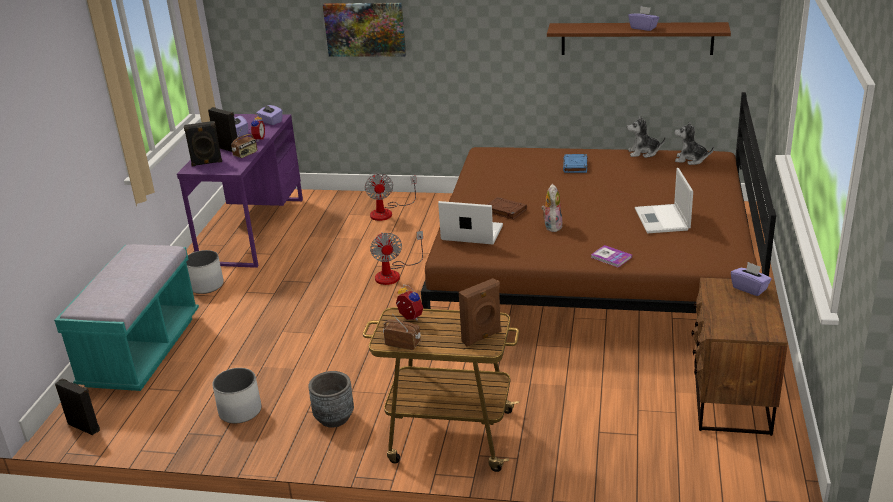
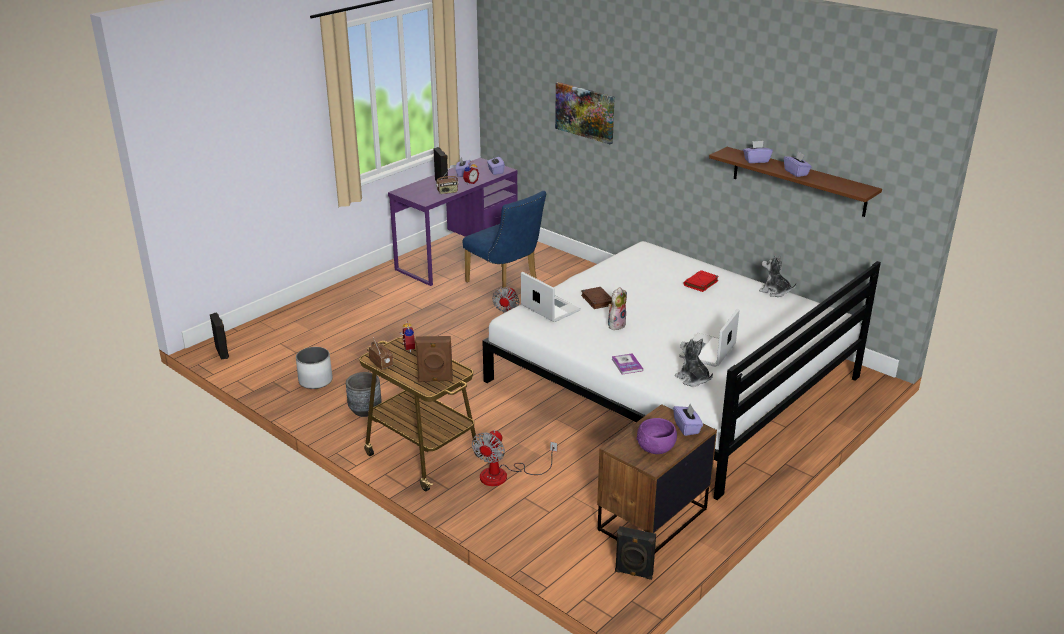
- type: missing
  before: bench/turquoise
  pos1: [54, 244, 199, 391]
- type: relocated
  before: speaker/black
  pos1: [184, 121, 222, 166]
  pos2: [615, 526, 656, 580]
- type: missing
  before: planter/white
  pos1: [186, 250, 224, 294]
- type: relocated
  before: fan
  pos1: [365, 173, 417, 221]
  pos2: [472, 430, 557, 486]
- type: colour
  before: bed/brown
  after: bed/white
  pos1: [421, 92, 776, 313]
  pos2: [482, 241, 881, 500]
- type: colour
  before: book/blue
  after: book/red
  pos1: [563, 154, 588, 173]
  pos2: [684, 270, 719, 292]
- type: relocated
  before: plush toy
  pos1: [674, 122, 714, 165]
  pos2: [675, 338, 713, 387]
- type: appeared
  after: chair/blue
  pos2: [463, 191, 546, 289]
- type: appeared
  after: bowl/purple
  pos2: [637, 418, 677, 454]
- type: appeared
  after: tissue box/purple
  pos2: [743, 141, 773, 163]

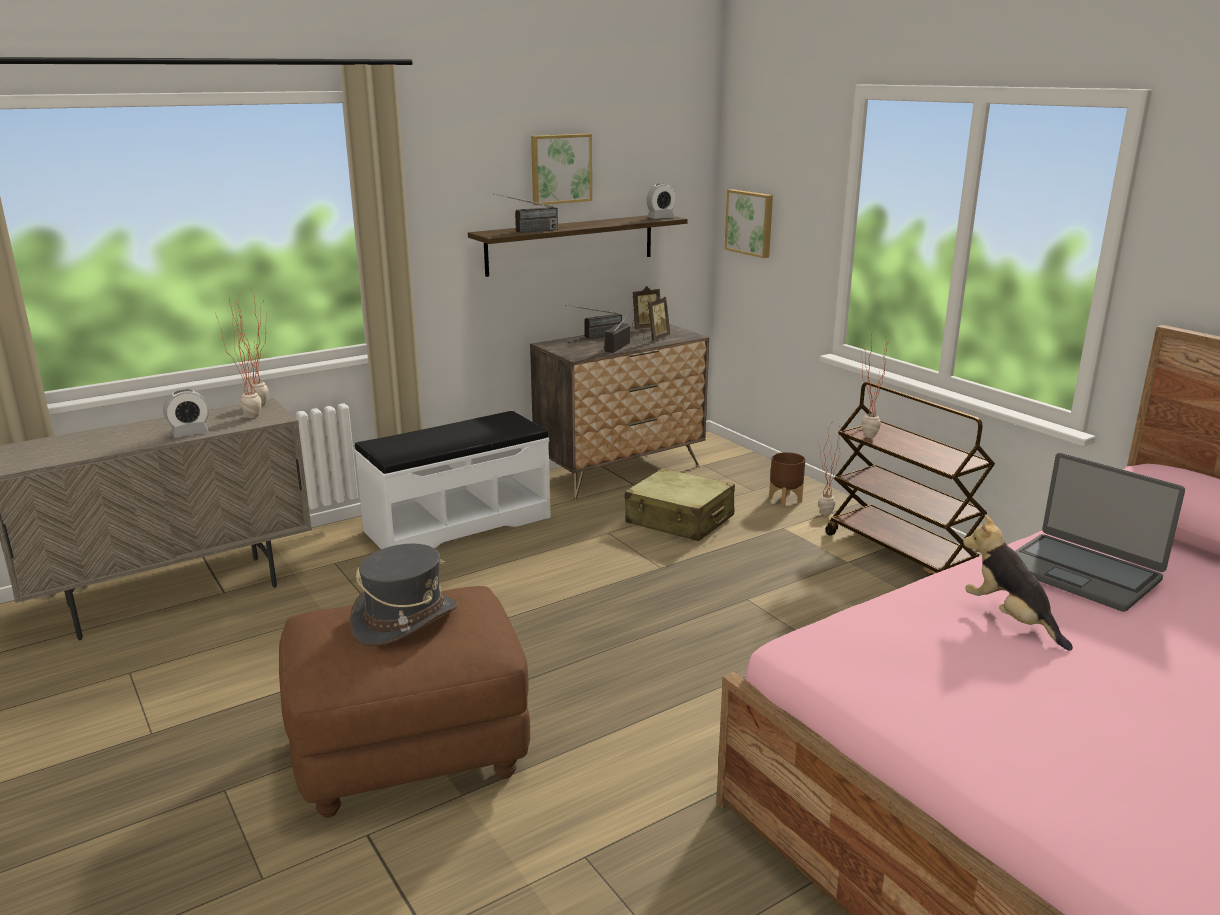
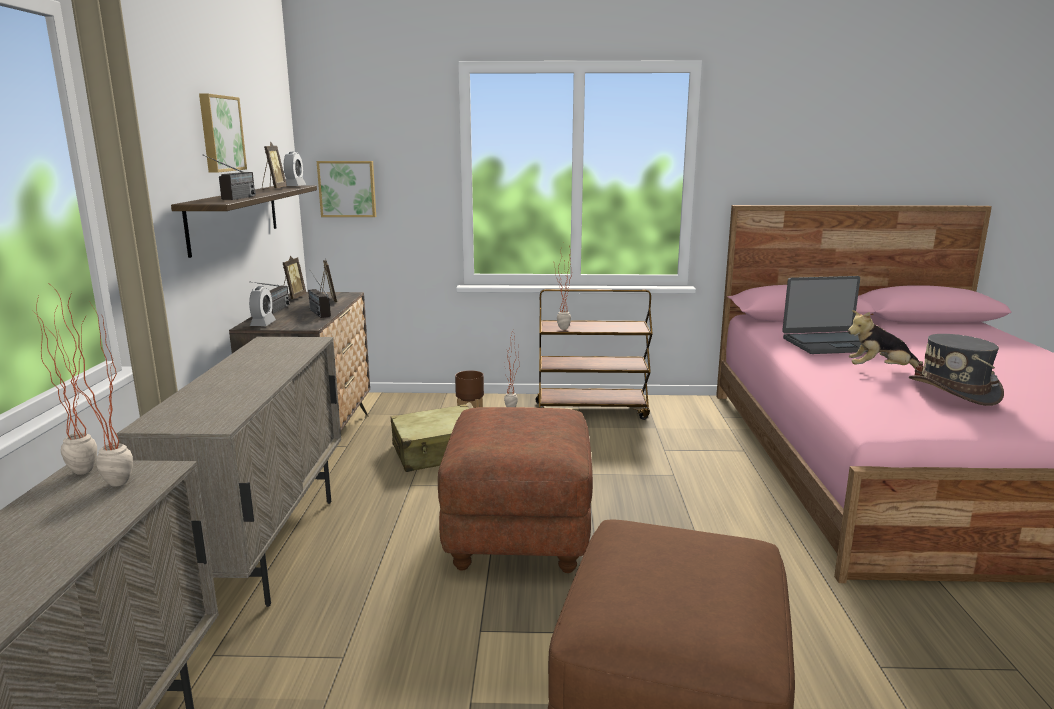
- type: relocated
  before: alarm clock
  pos1: [163, 389, 209, 438]
  pos2: [249, 286, 276, 326]
- type: relocated
  before: hat/grey
  pos1: [349, 544, 458, 647]
  pos2: [909, 334, 1004, 406]
- type: exchanged
  before: bench/white
  after: cabinet/beige
  pos1: [354, 411, 551, 549]
  pos2: [117, 337, 341, 607]
- type: appeared
  after: picture frame
  pos2: [262, 141, 287, 190]
- type: appeared
  after: ottoman/brown
  pos2: [438, 407, 593, 573]

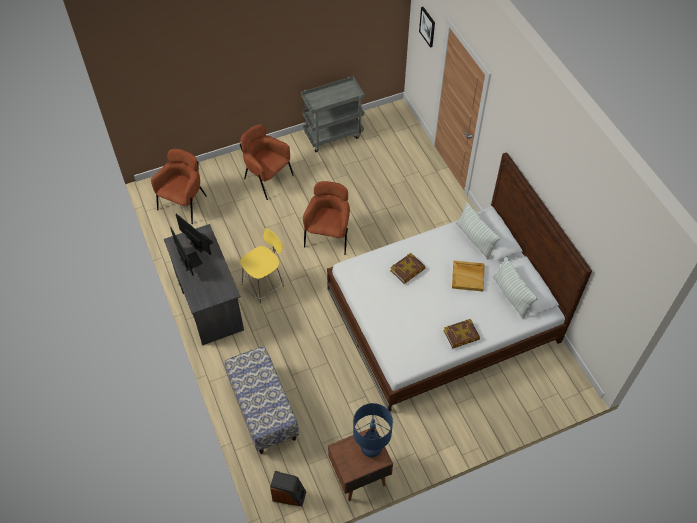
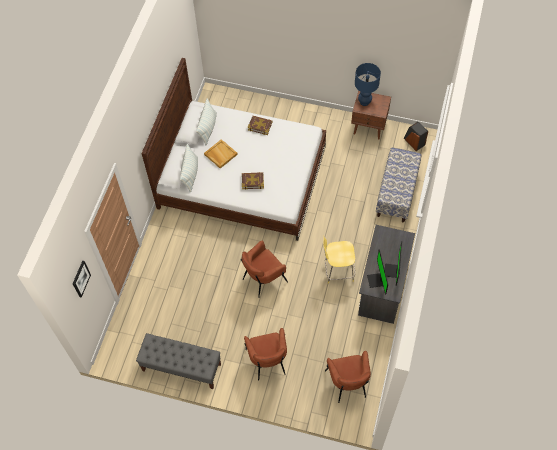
- type: spun
  before: armchair/brown
  pos1: [151, 149, 207, 224]
  pos2: [325, 351, 371, 403]
  turn: -75
- type: exchanged
  before: cart/grey
  after: bench/grey
  pos1: [301, 76, 365, 152]
  pos2: [136, 333, 221, 389]

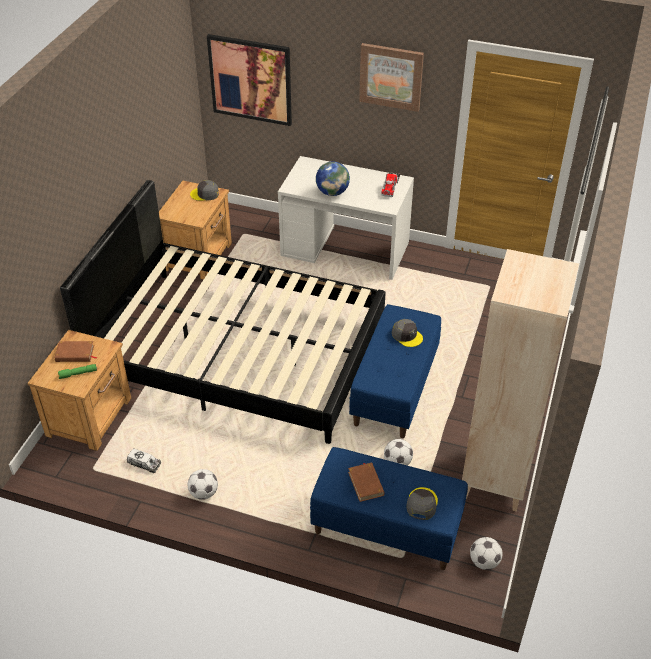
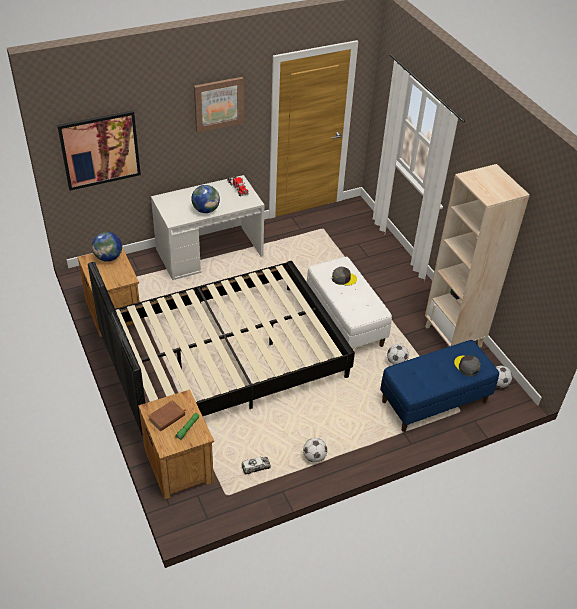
- type: exchanged
  before: cap/grey
  after: globe
  pos1: [190, 180, 219, 201]
  pos2: [92, 232, 122, 262]
- type: missing
  before: book/brown
  pos1: [348, 462, 385, 502]
- type: colour
  before: bench/blue
  after: bench/white
  pos1: [349, 304, 441, 438]
  pos2: [307, 256, 392, 349]

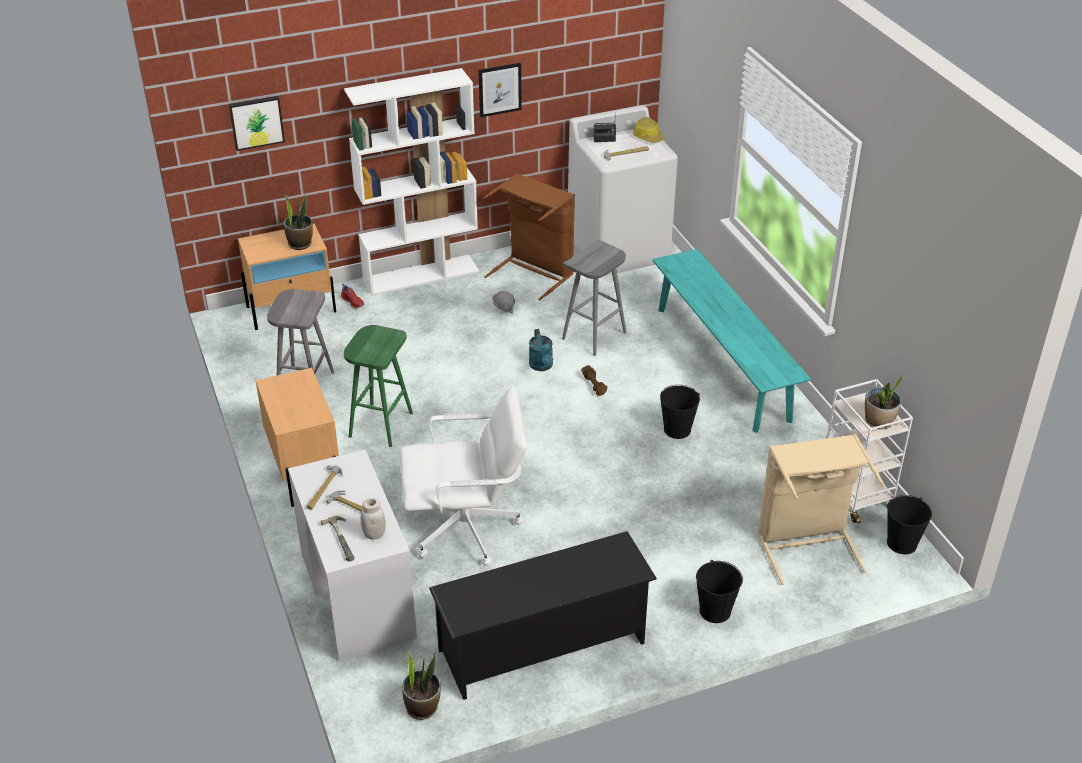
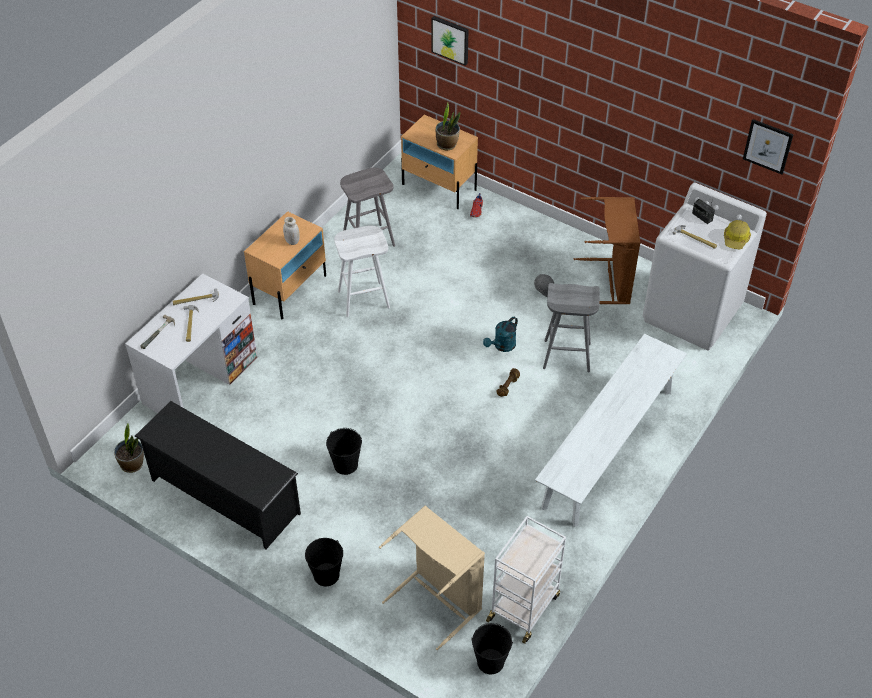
- type: missing
  before: bookcase/white
  pos1: [344, 68, 479, 296]
- type: colour
  before: stool/green
  after: stool/white
  pos1: [344, 325, 413, 447]
  pos2: [334, 226, 390, 317]
- type: relocated
  before: jar/white
  pos1: [361, 498, 386, 540]
  pos2: [283, 217, 300, 245]
- type: missing
  before: office chair/white
  pos1: [399, 386, 527, 566]
- type: relocated
  before: picture
  pos1: [478, 63, 522, 117]
  pos2: [743, 119, 794, 174]
- type: colour
  before: bench/turquoise
  after: bench/white
  pos1: [652, 249, 811, 433]
  pos2: [535, 334, 687, 527]
- type: relocated
  before: bucket/black
  pos1: [660, 385, 700, 439]
  pos2: [326, 428, 362, 475]
- type: missing
  before: potted plant
  pos1: [865, 375, 906, 429]

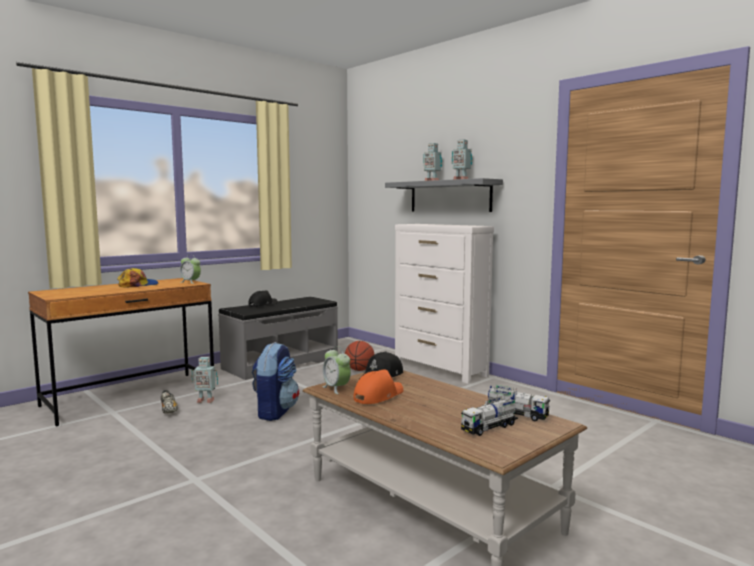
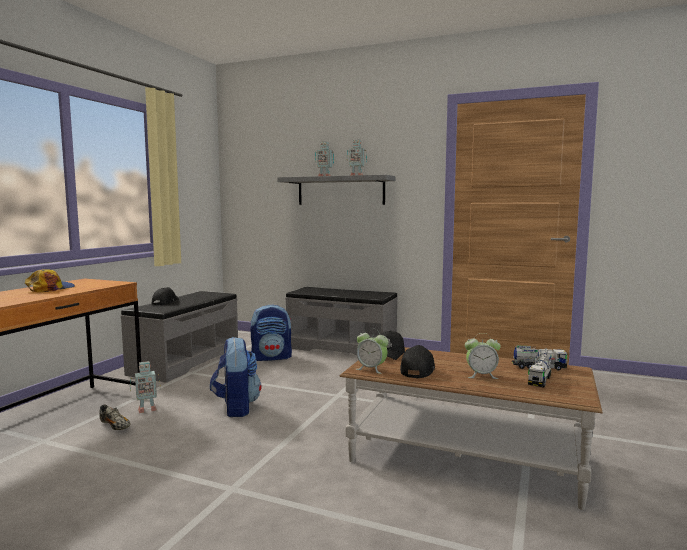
- type: relocated
  before: alarm clock
  pos1: [180, 254, 201, 284]
  pos2: [465, 333, 501, 379]
- type: exchanged
  before: basketball
  after: backpack
  pos1: [345, 341, 374, 371]
  pos2: [251, 304, 292, 361]
- type: colour
  before: cap/orange
  after: cap/black
  pos1: [353, 370, 403, 404]
  pos2: [400, 345, 435, 378]
- type: exchanged
  before: dresser/white
  after: bench/grey
  pos1: [395, 224, 494, 384]
  pos2: [285, 287, 398, 356]

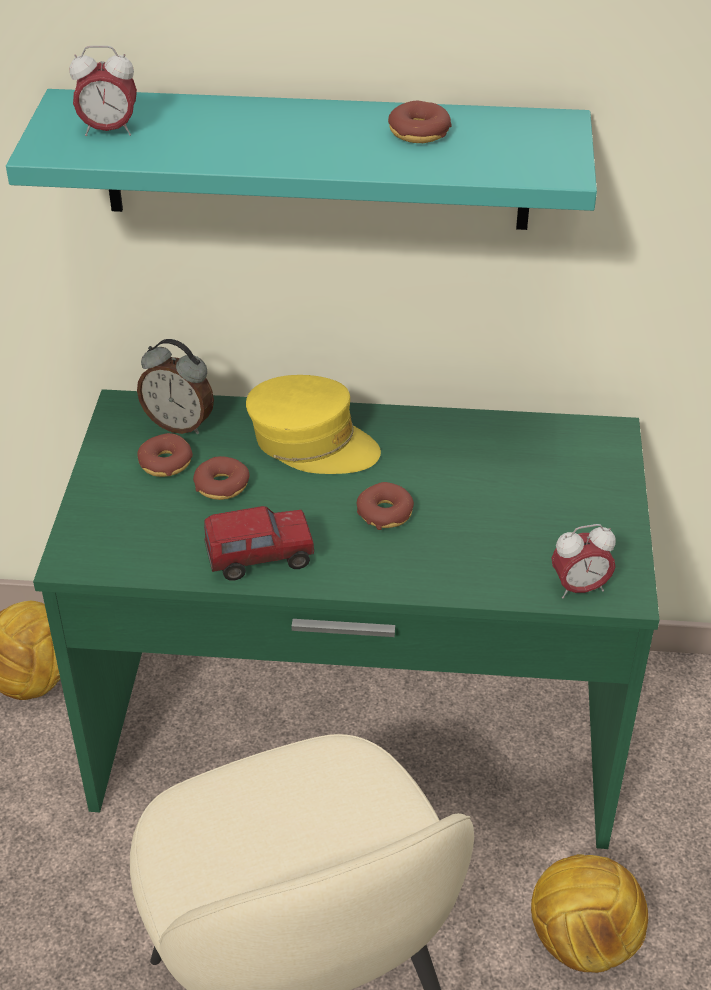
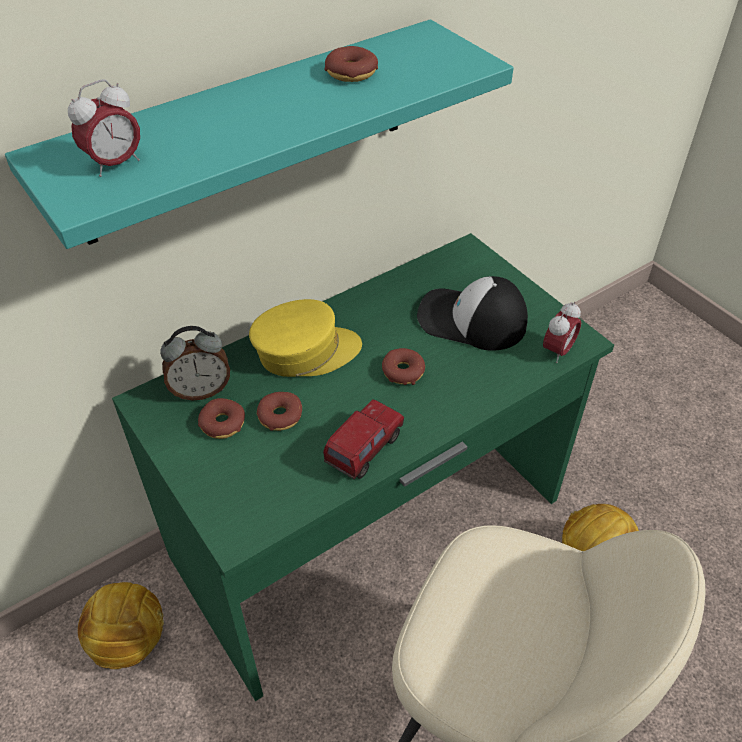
- type: appeared
  after: cap
  pos2: [417, 276, 528, 351]

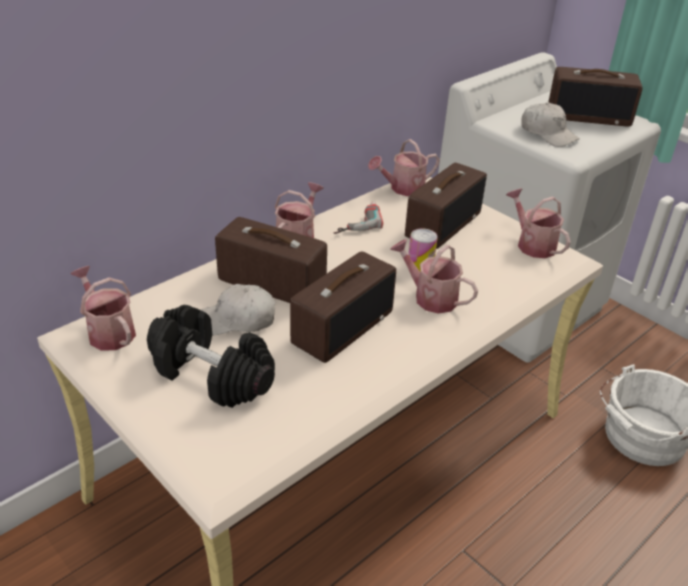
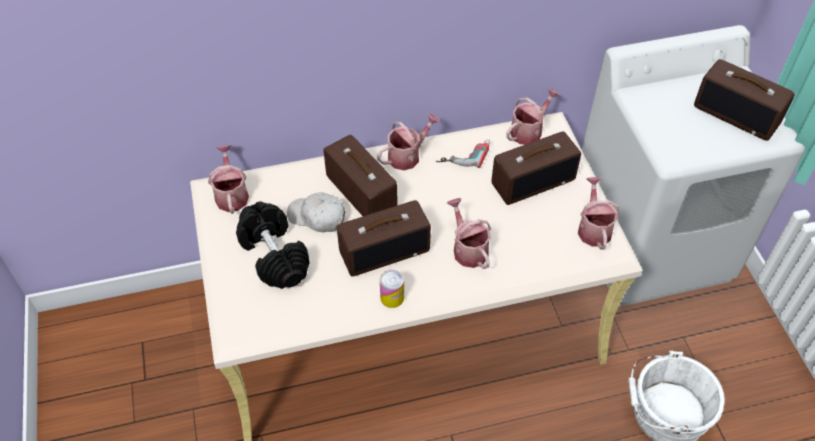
- type: spun
  before: watering can
  pos1: [368, 139, 440, 196]
  pos2: [506, 88, 560, 145]
  turn: 135
- type: relocated
  before: can
  pos1: [408, 228, 438, 271]
  pos2: [380, 270, 404, 308]
- type: missing
  before: cap/white
  pos1: [521, 103, 580, 147]

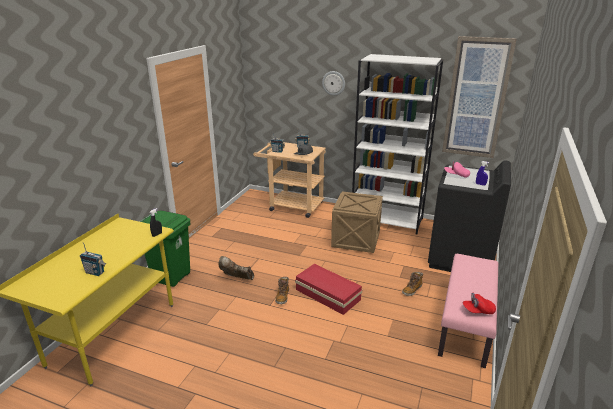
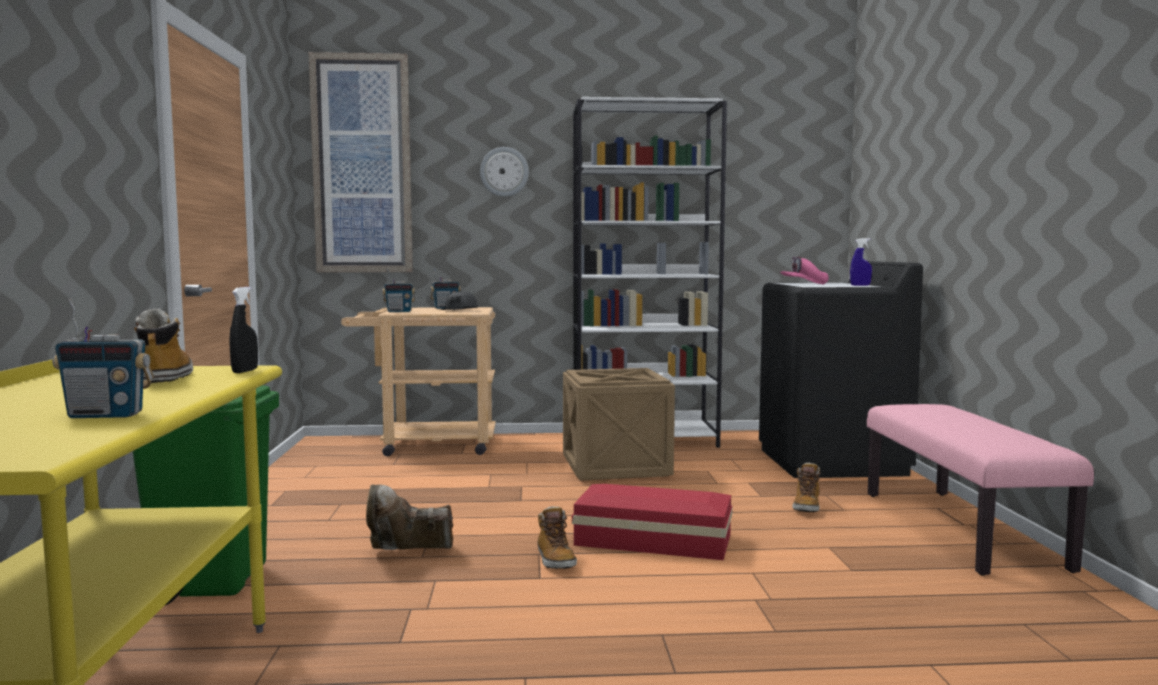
- type: relocated
  before: picture
  pos1: [442, 36, 517, 158]
  pos2: [309, 52, 413, 272]
- type: missing
  before: cap/red
  pos1: [463, 293, 496, 314]
- type: appeared
  after: boot
  pos2: [134, 308, 193, 383]

